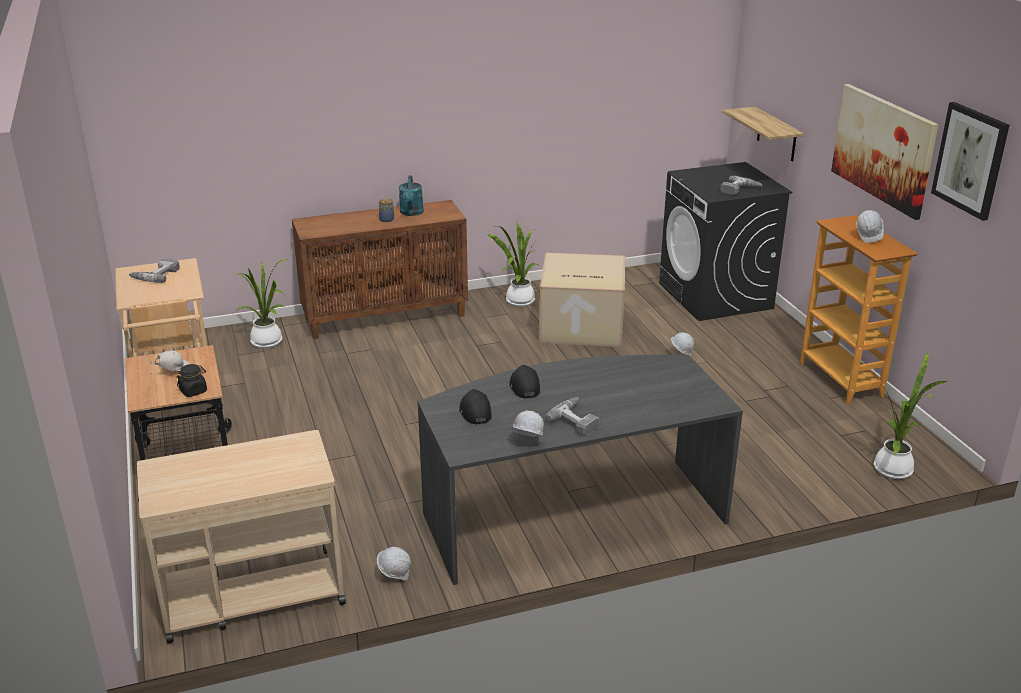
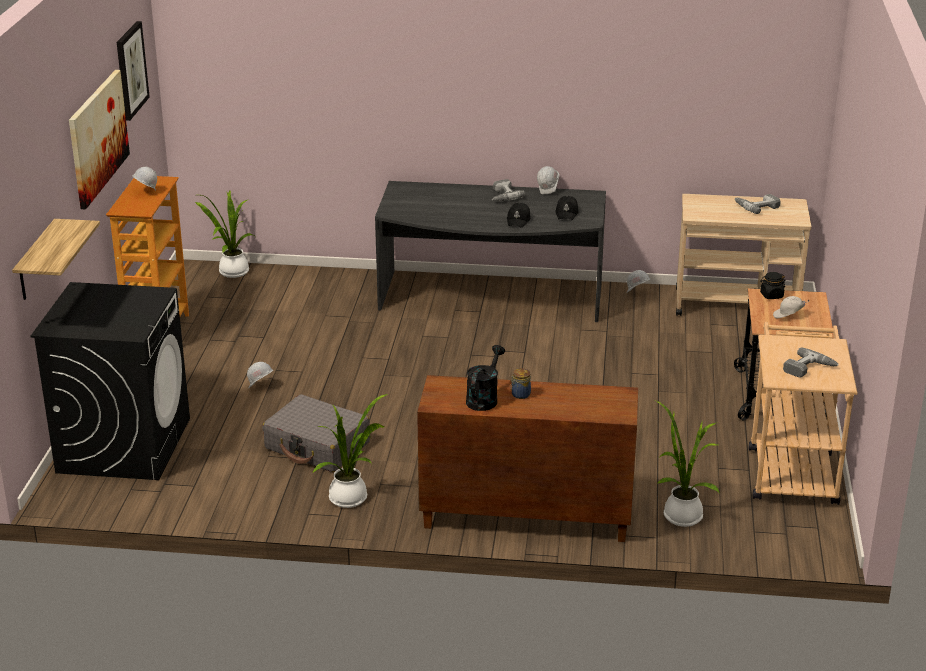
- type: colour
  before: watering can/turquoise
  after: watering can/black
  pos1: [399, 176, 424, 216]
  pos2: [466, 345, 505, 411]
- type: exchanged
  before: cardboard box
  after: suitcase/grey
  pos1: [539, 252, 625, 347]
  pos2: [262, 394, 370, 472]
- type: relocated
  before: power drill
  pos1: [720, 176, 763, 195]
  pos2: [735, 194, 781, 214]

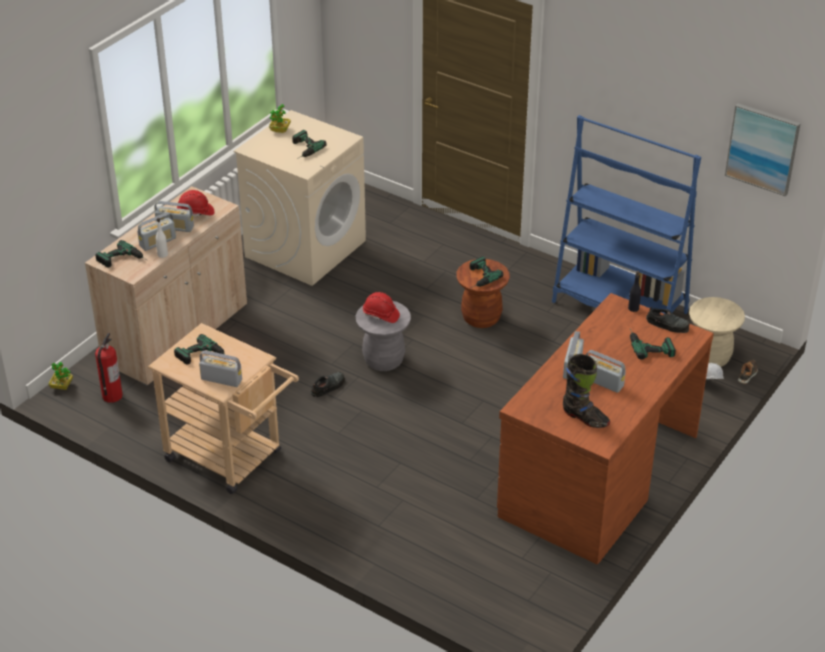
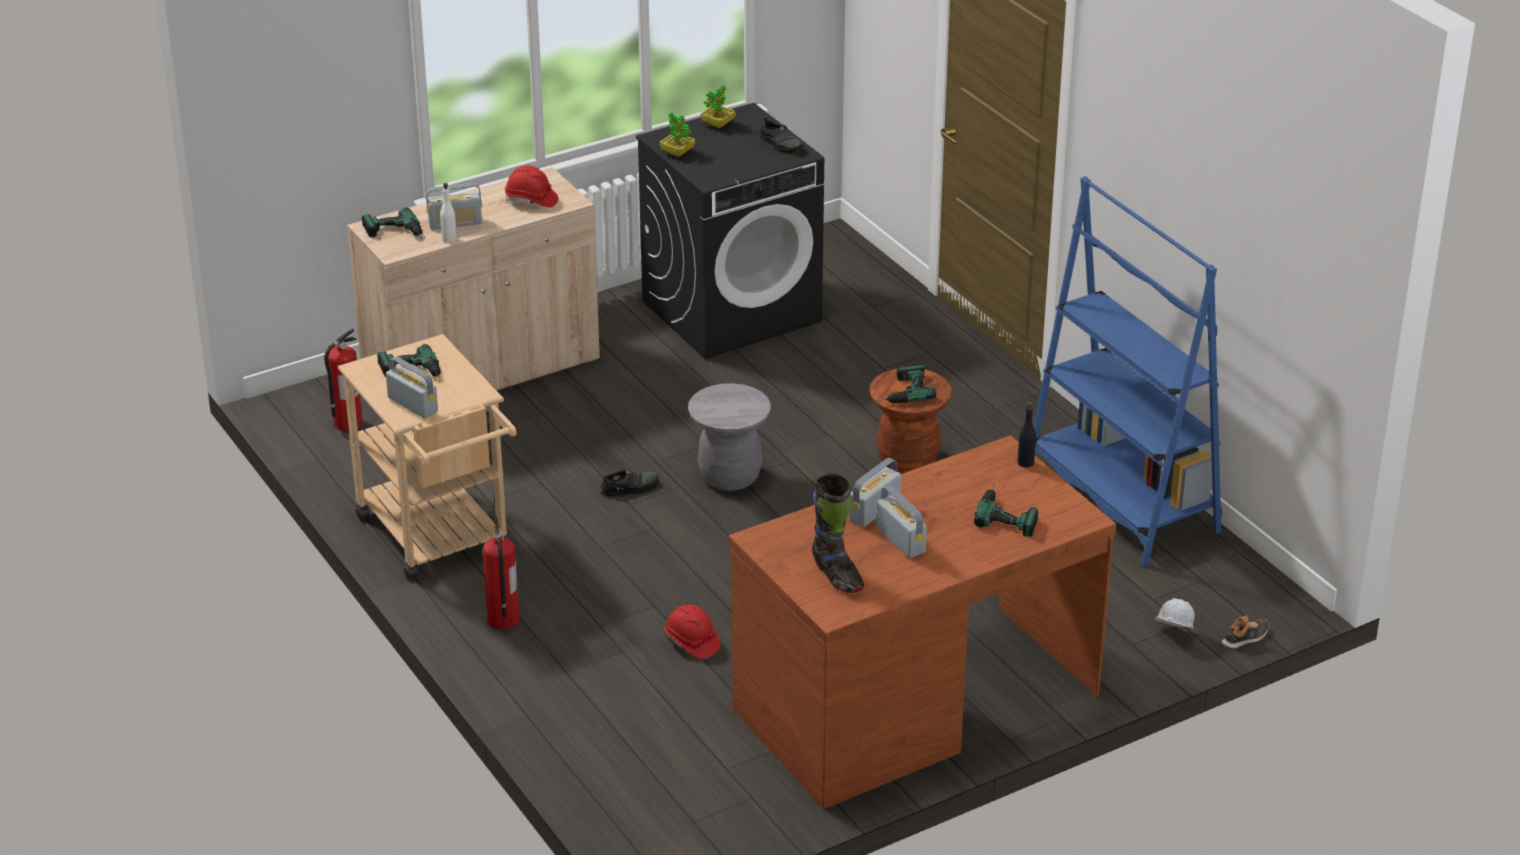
- type: relocated
  before: potted plant
  pos1: [48, 362, 73, 390]
  pos2: [660, 112, 695, 157]
- type: missing
  before: radio
  pos1: [154, 201, 194, 232]
- type: colour
  before: washing machine/beige
  after: washing machine/black
  pos1: [234, 110, 366, 286]
  pos2: [636, 103, 824, 359]
- type: missing
  before: power drill
  pos1: [292, 130, 327, 159]
- type: relocated
  before: hard hat/red
  pos1: [363, 292, 400, 323]
  pos2: [665, 604, 721, 659]
- type: relocated
  before: shoe/black
  pos1: [646, 307, 690, 333]
  pos2: [760, 118, 803, 156]
- type: missing
  before: stool/beige
  pos1: [689, 297, 745, 367]
- type: missing
  before: picture
  pos1: [725, 103, 801, 196]
- type: appeared
  after: fire extinguisher
  pos2: [483, 516, 519, 629]

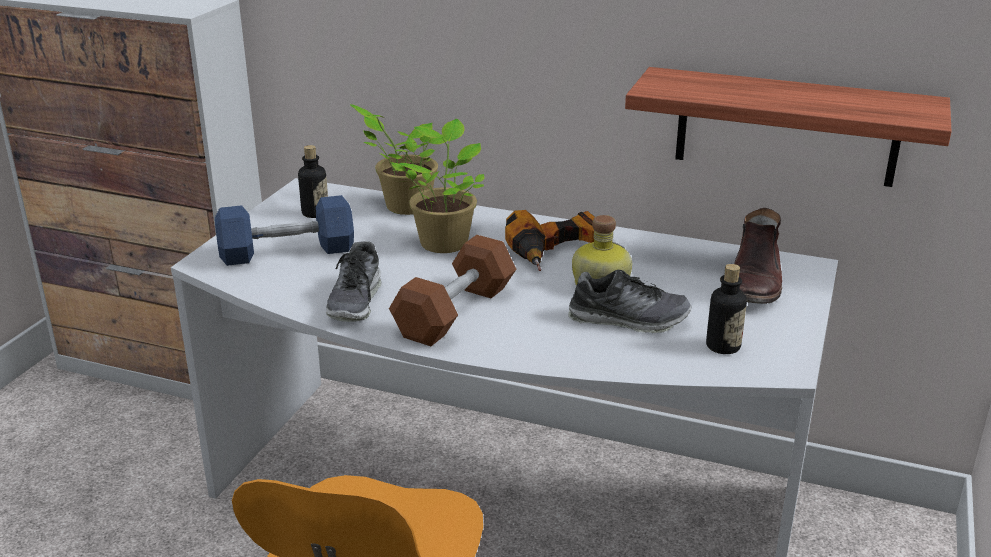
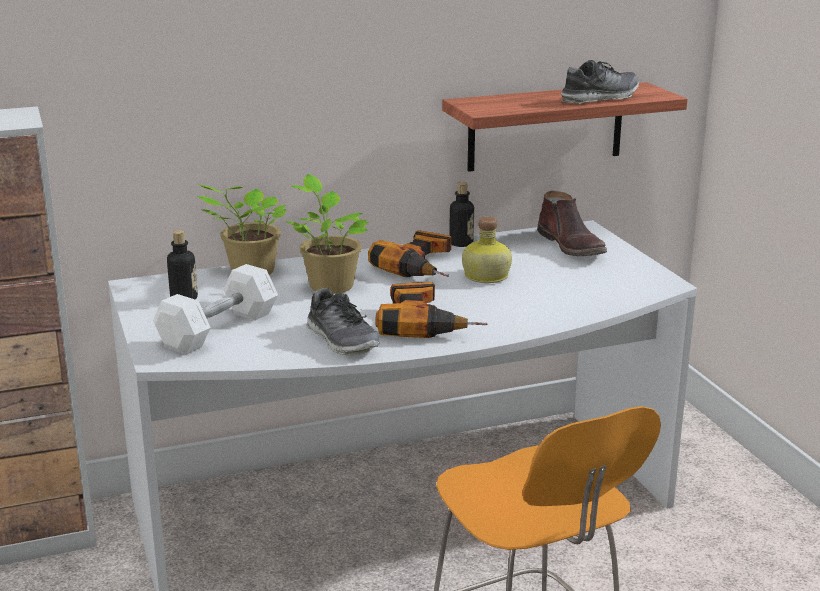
- type: colour
  before: dumbbell/blue
  after: dumbbell/white
  pos1: [215, 195, 354, 266]
  pos2: [153, 264, 278, 355]
- type: exchanged
  before: dumbbell/brown
  after: power drill
  pos1: [389, 235, 517, 346]
  pos2: [375, 282, 488, 338]
- type: relocated
  before: shoe
  pos1: [568, 270, 691, 333]
  pos2: [561, 60, 639, 104]
- type: relocated
  before: bottle
  pos1: [706, 264, 747, 354]
  pos2: [449, 182, 474, 247]

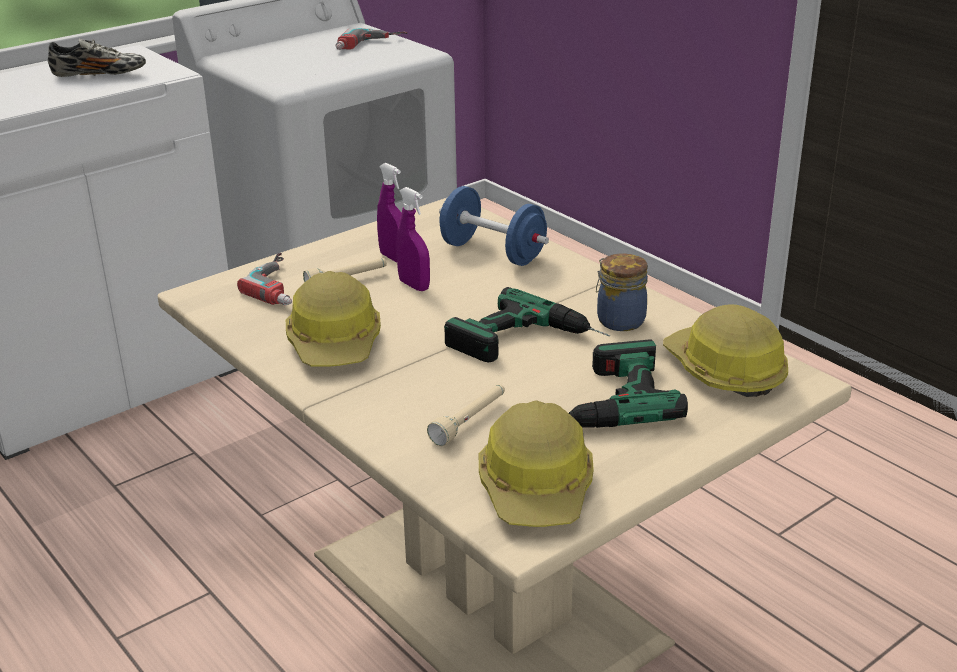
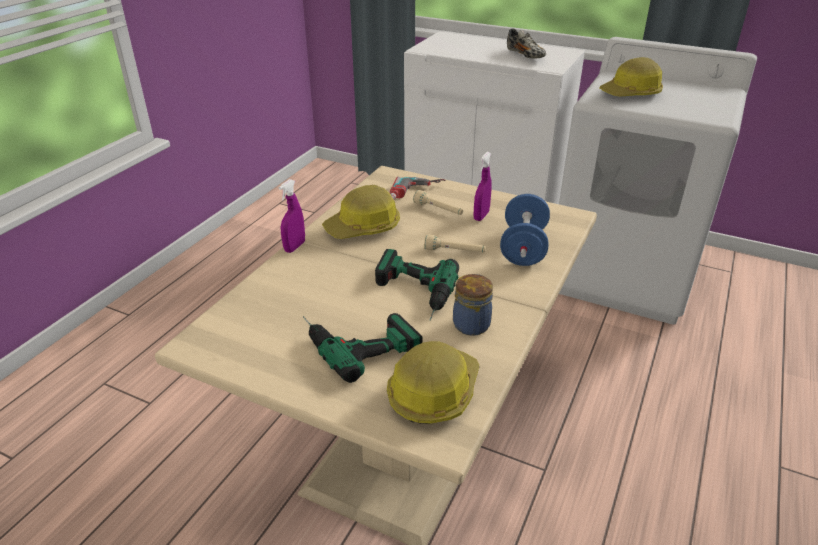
- type: missing
  before: power drill
  pos1: [336, 28, 407, 50]
- type: relocated
  before: spray bottle/purple
  pos1: [396, 187, 430, 291]
  pos2: [279, 179, 305, 253]
- type: relocated
  before: flashlight/beige
  pos1: [427, 384, 505, 446]
  pos2: [424, 235, 486, 253]
- type: relocated
  before: hard hat
  pos1: [479, 401, 593, 527]
  pos2: [599, 57, 663, 97]

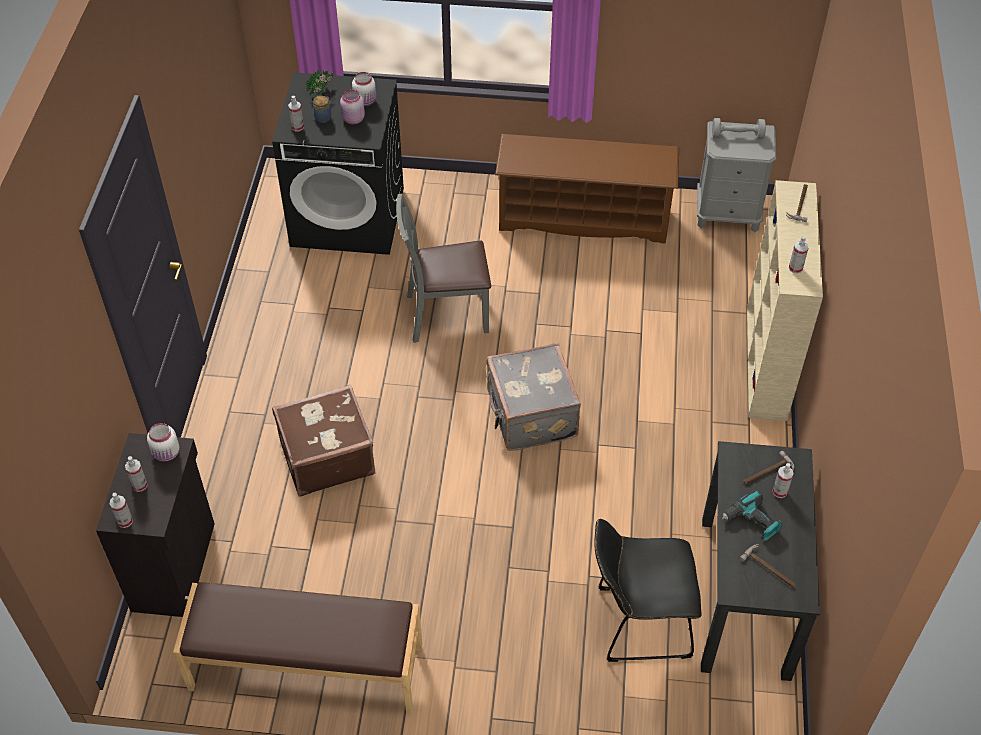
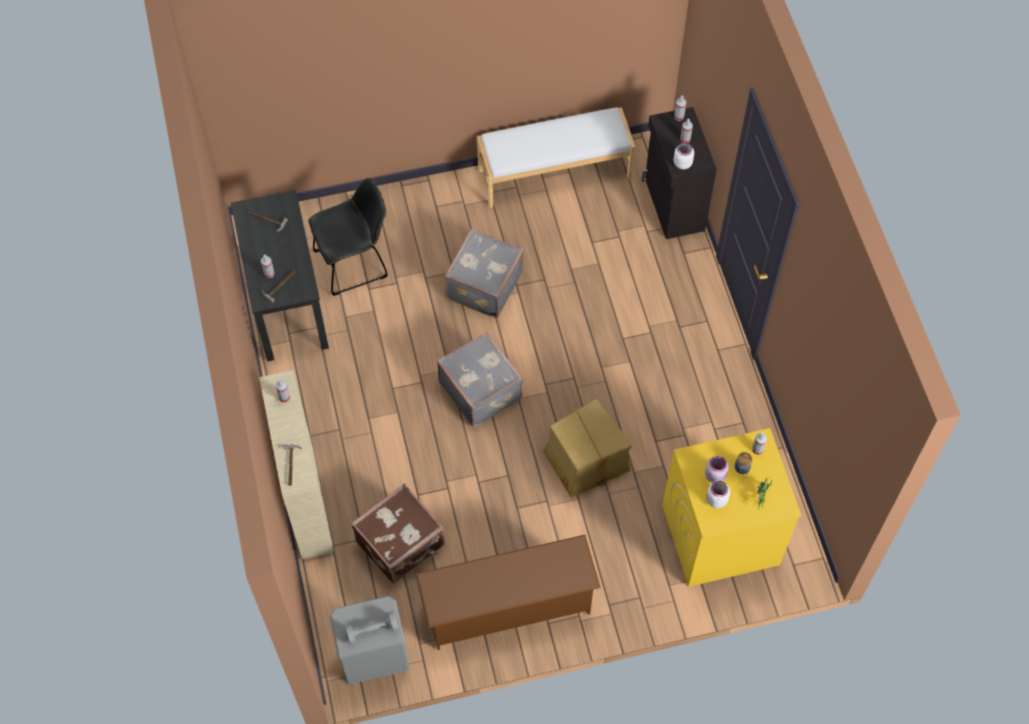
- type: colour
  before: bench/brown
  after: bench/white
  pos1: [173, 582, 422, 713]
  pos2: [477, 107, 635, 208]
- type: colour
  before: washing machine/black
  after: washing machine/yellow
  pos1: [272, 72, 404, 255]
  pos2: [663, 428, 802, 587]
- type: relocated
  before: suitcase/brown
  pos1: [272, 385, 375, 496]
  pos2: [351, 484, 445, 584]
- type: exchanged
  before: chair/grey
  after: cardboard box
  pos1: [396, 194, 491, 343]
  pos2: [543, 399, 632, 498]
- type: missing
  before: power drill
  pos1: [721, 490, 782, 541]
- type: appeared
  after: suitcase/grey
  pos2: [444, 228, 523, 318]

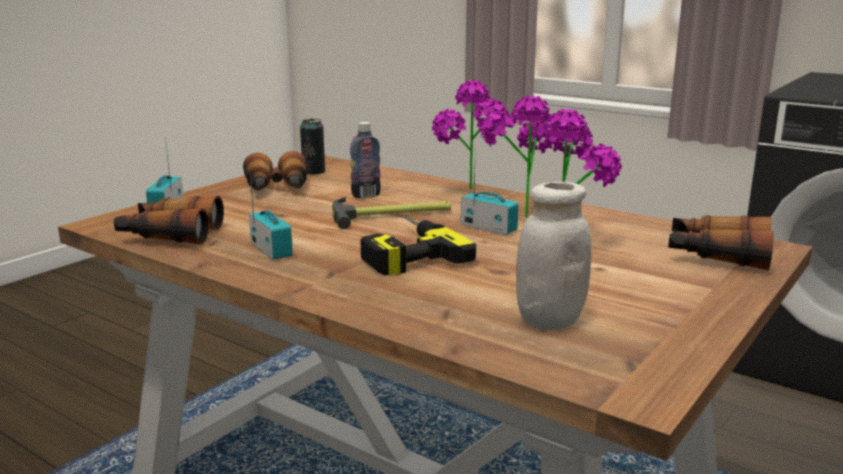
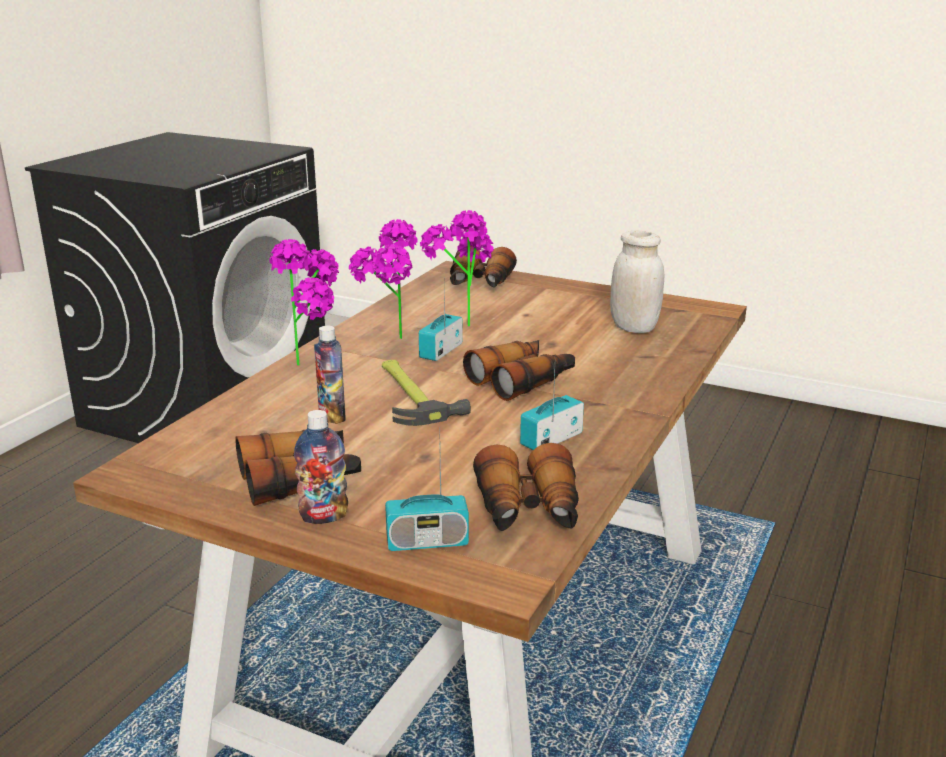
- type: missing
  before: can
  pos1: [300, 119, 326, 174]
- type: exchanged
  before: power drill
  after: binoculars
  pos1: [360, 214, 476, 275]
  pos2: [463, 340, 575, 401]
- type: appeared
  after: bottle
  pos2: [294, 410, 348, 524]

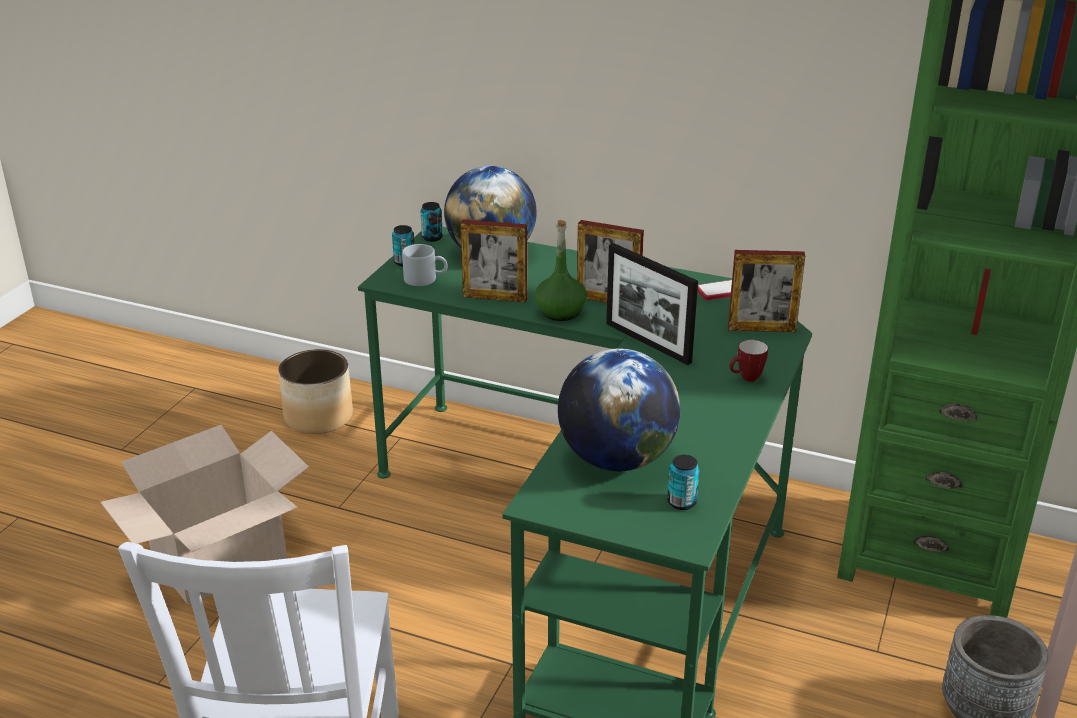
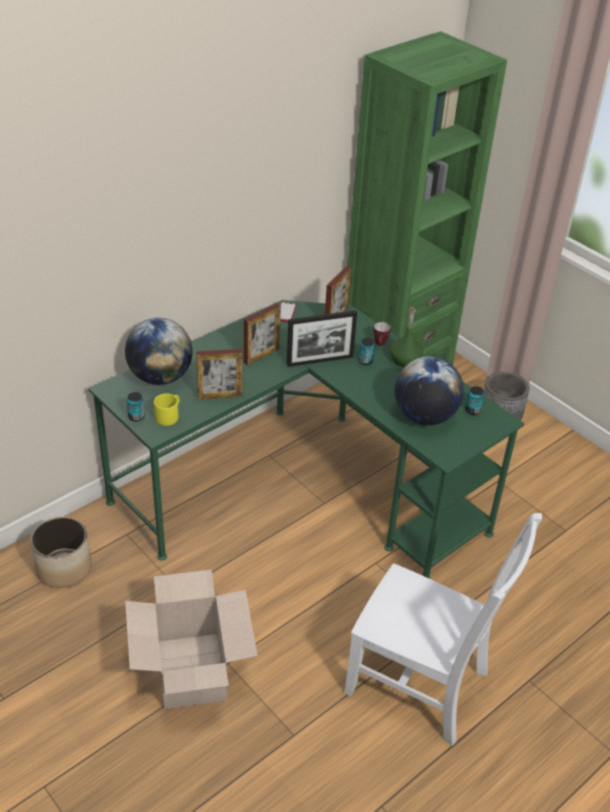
- type: colour
  before: mug/grey
  after: mug/yellow
  pos1: [402, 244, 447, 286]
  pos2: [154, 394, 180, 426]
- type: relocated
  before: can
  pos1: [421, 202, 443, 242]
  pos2: [359, 338, 375, 365]
- type: spun
  before: picture frame
  pos1: [460, 219, 527, 303]
  pos2: [196, 349, 242, 399]
  turn: 45
- type: relocated
  before: bottle/green
  pos1: [535, 220, 587, 321]
  pos2: [390, 307, 423, 367]

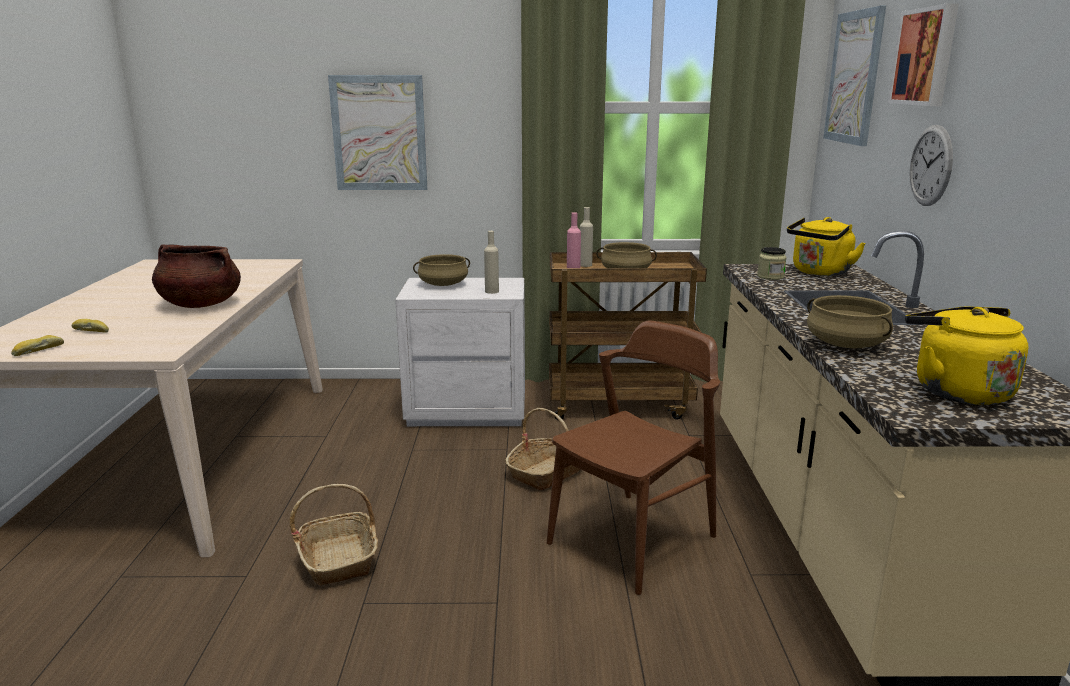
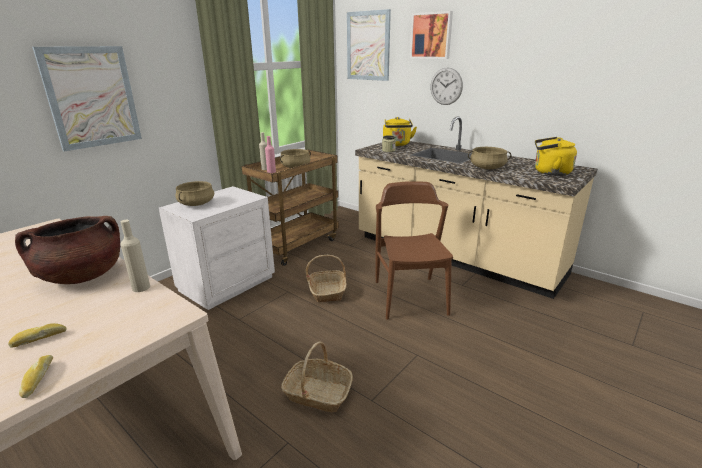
- type: relocated
  before: bottle/beige
  pos1: [484, 231, 499, 294]
  pos2: [120, 220, 150, 292]

